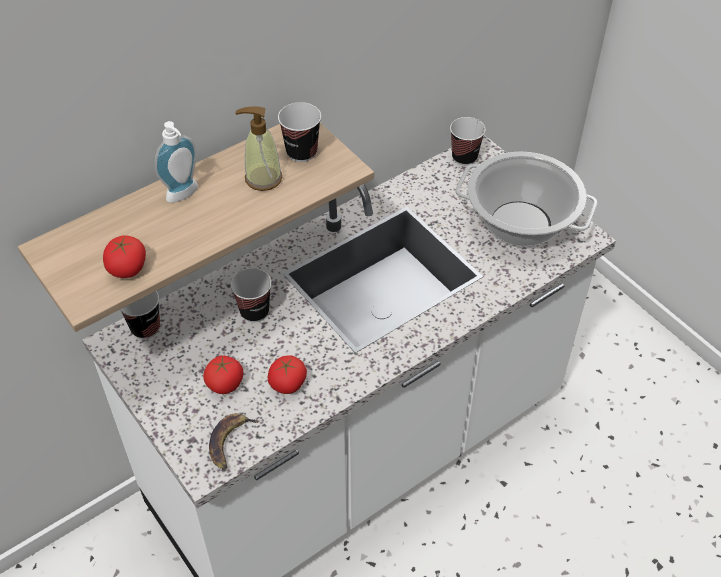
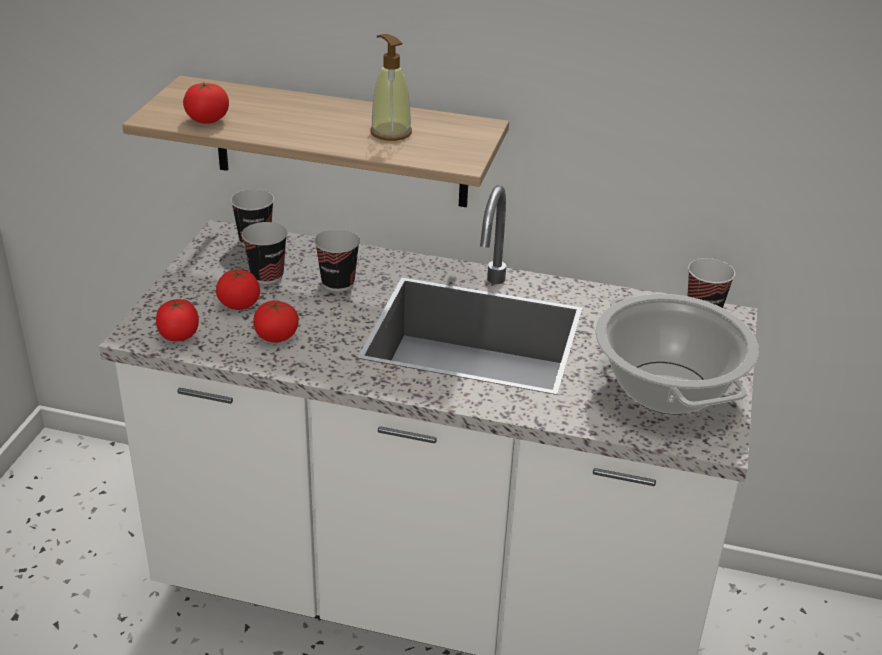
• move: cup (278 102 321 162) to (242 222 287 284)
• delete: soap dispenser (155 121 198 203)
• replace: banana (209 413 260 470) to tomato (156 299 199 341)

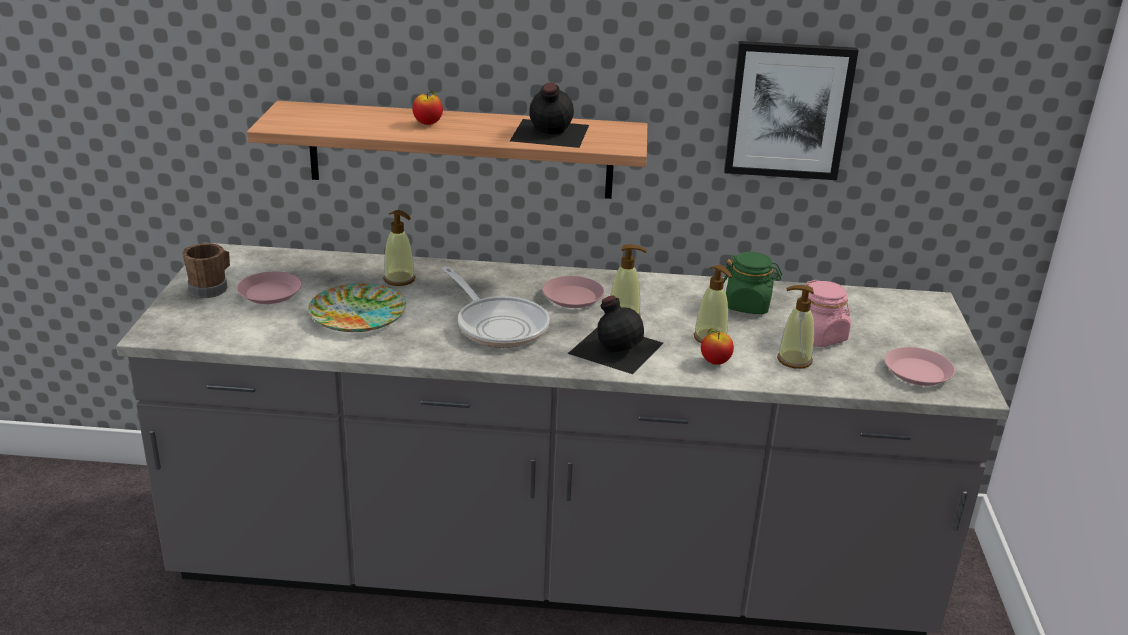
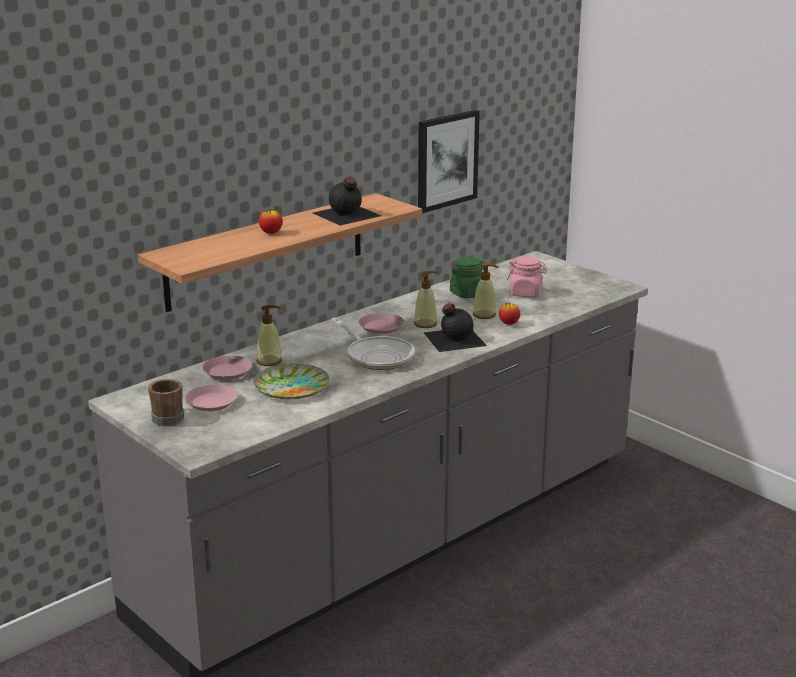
• rotate: frying pan (442 266 549 348) = (331 317 415 370) 45 degrees clockwise
• delete: soap dispenser (777 285 814 369)
• move: plate (pink) (885 347 955 386) to (202 355 252 380)

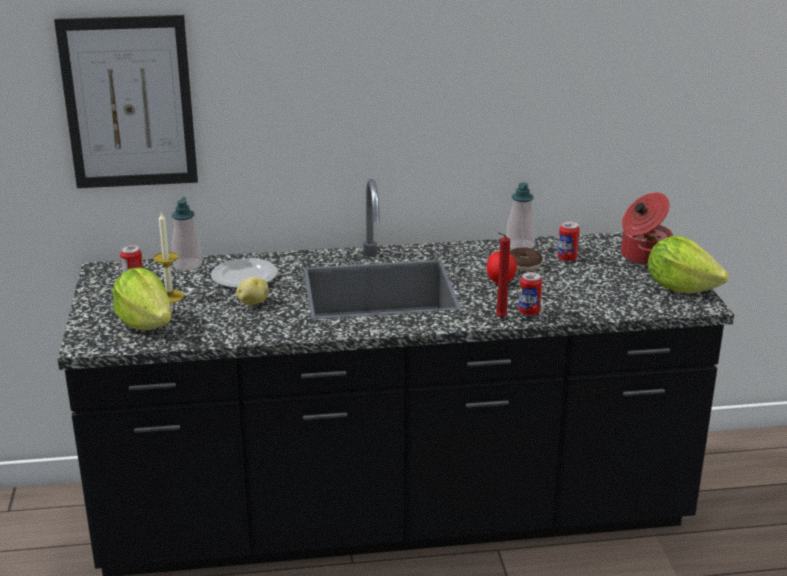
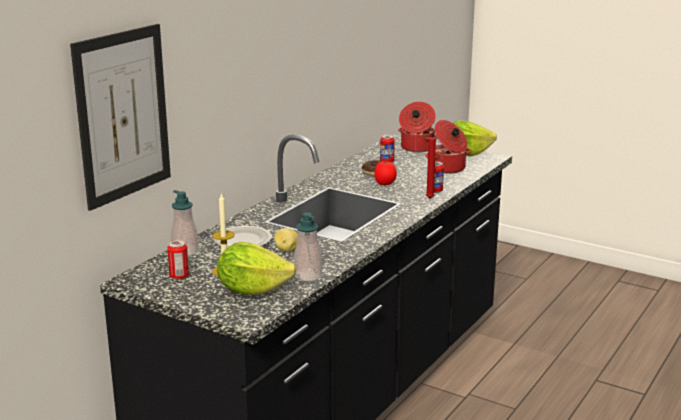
• move: soap dispenser (506 183 535 249) to (294 212 322 281)
• insert: cooking pot (425 120 471 174)

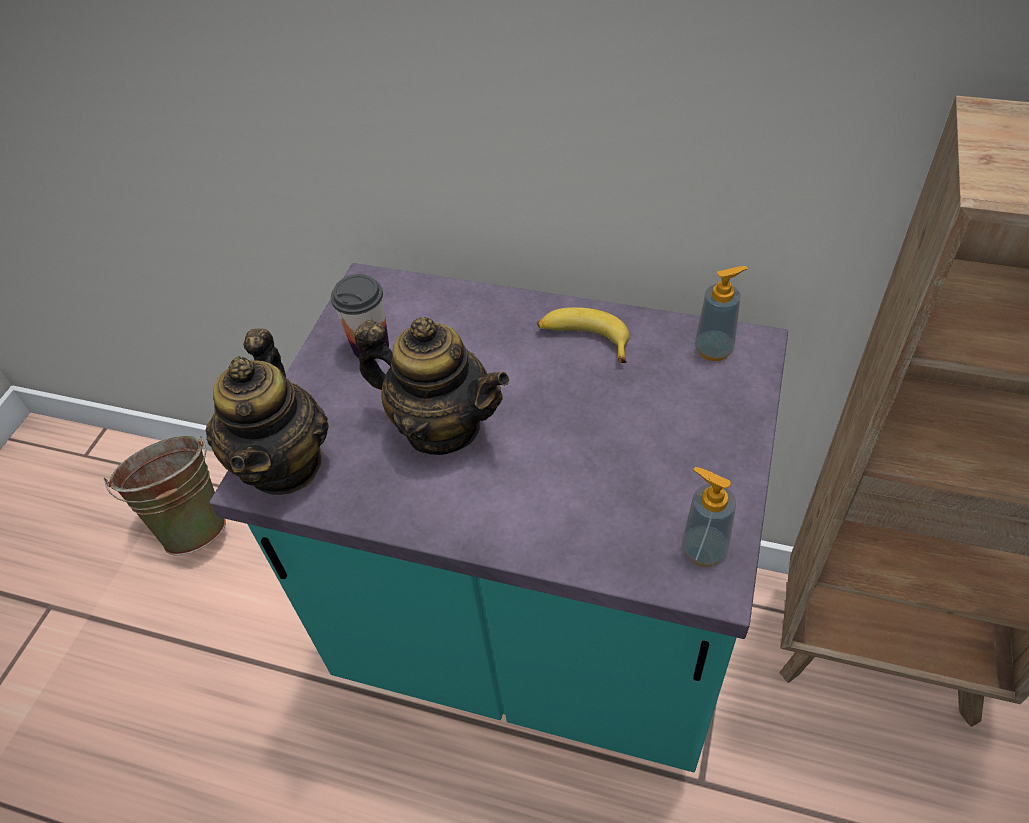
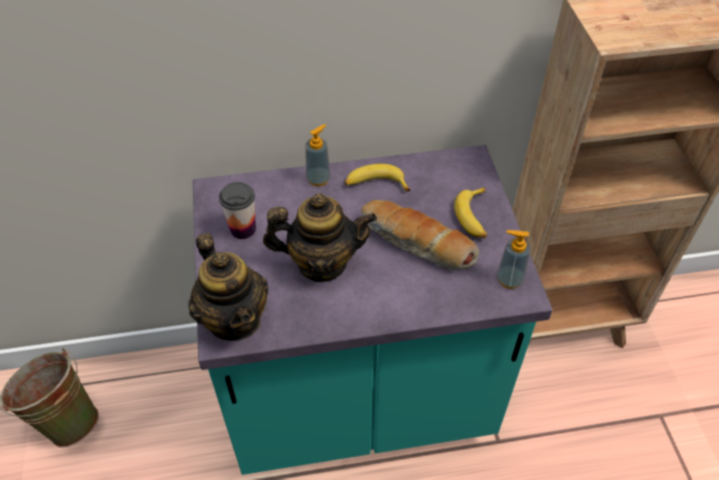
• move: soap dispenser (694 266 748 361) to (306 124 331 186)
• insert: banana (454 187 487 238)
• insert: bread (361 200 479 270)

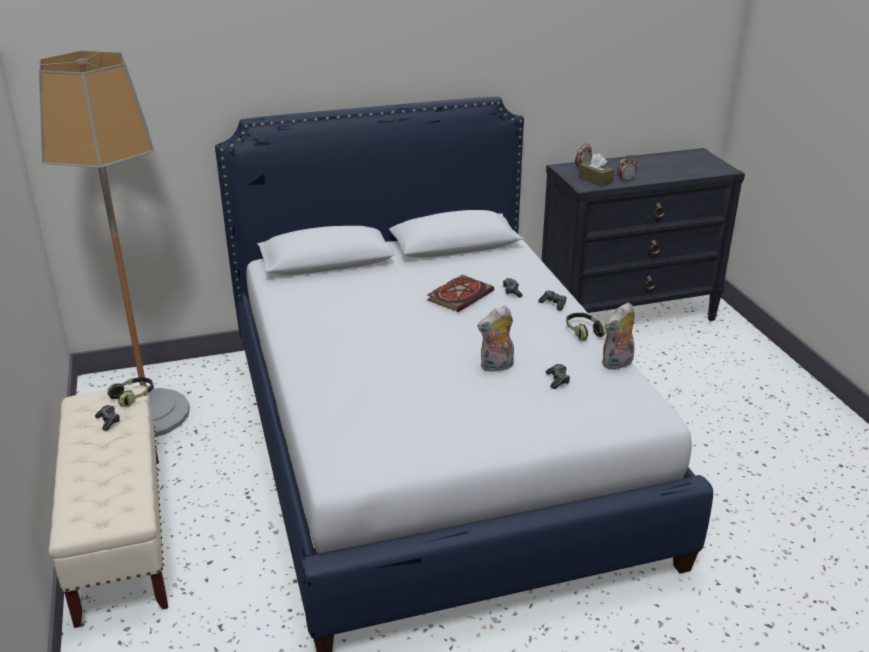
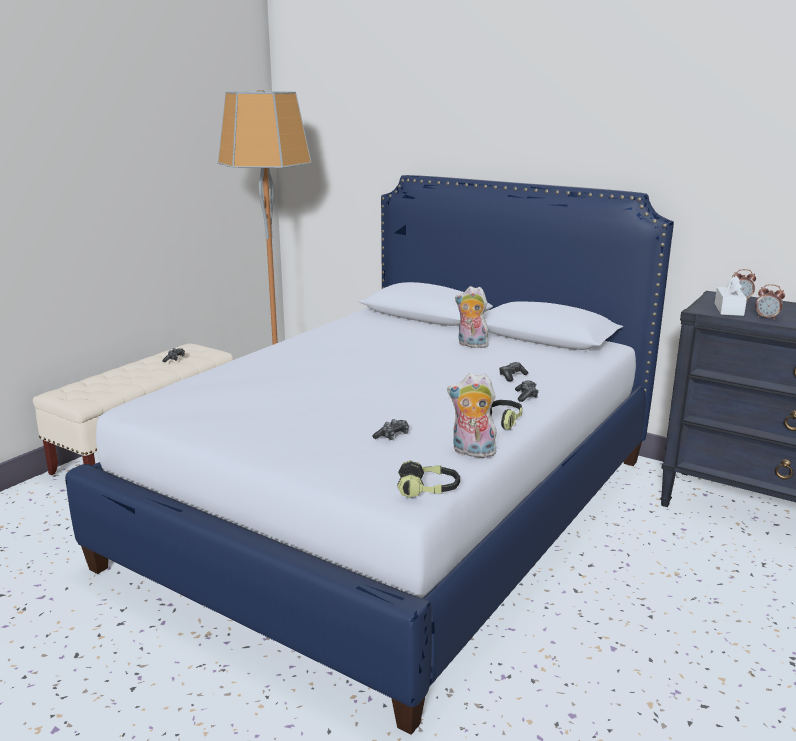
• recolor: tissue box (brown) (578 153 614 187) to tissue box (white) (714 276 747 316)
• delete: book (427 275 494 312)
• move: plush toy (477 306 514 372) to (455 286 489 348)
• move: headphones (107 377 154 407) to (397 460 460 498)

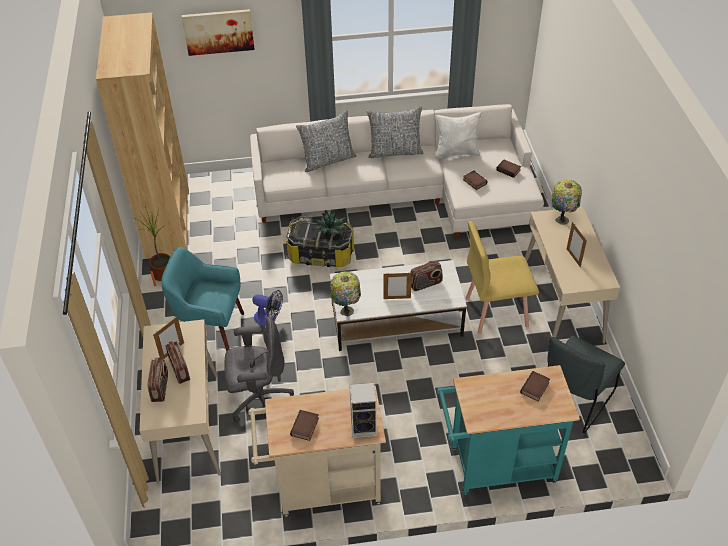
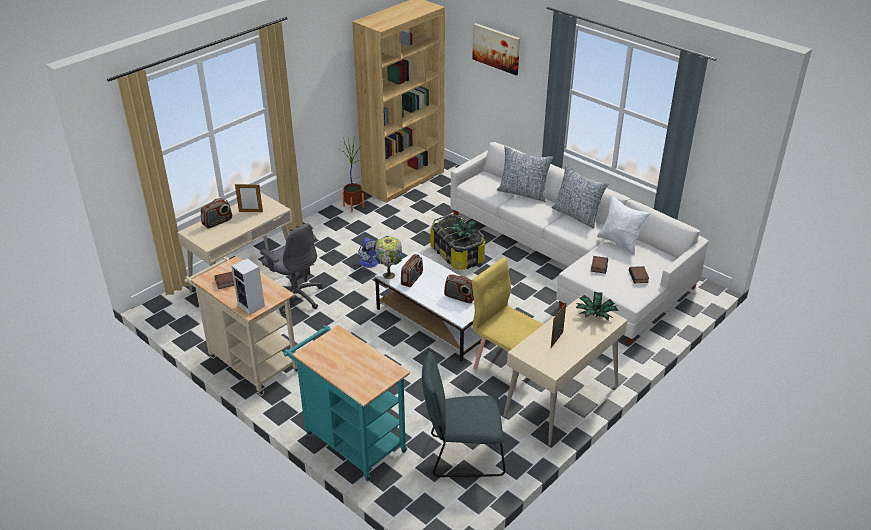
• replace: table lamp (551 179 582 225) to potted plant (576 292 619 320)
• delete: armchair (turquoise) (161 247 244 352)
• delete: picture frame (383 273 412 299)
• move: radio (165 341 190 384) to (401 254 423 287)
• delete: book (520 371 550 401)

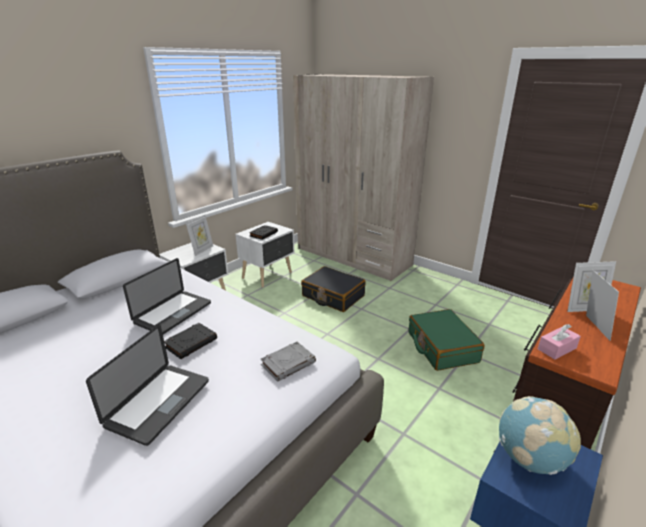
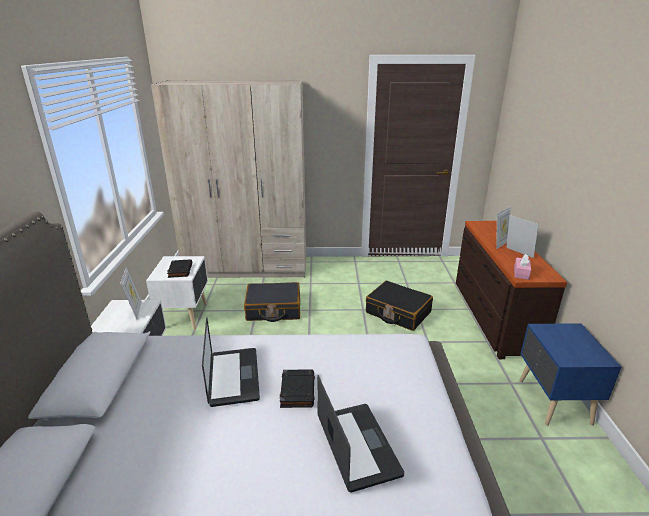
• recolor: suitcase (green) (409 309 484 371) to suitcase (black) (366 281 433 331)
• delete: book (grey) (260 342 316 382)
• delete: globe (499 396 581 475)

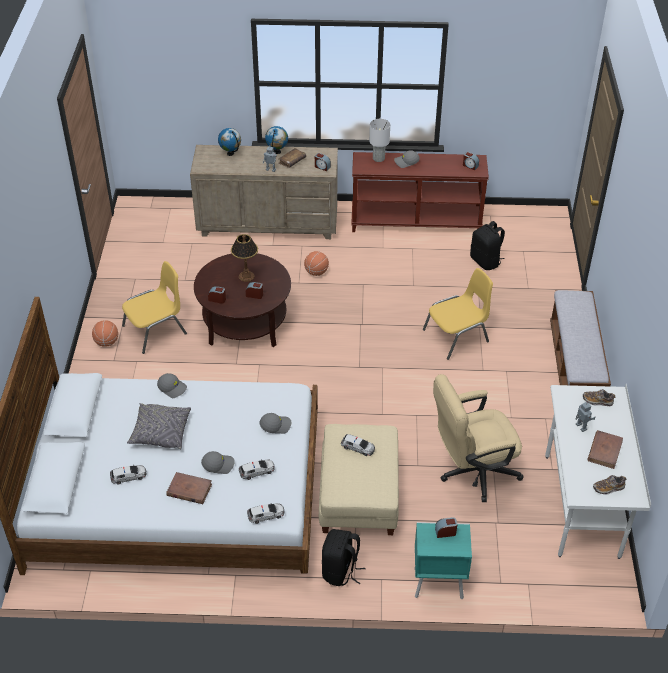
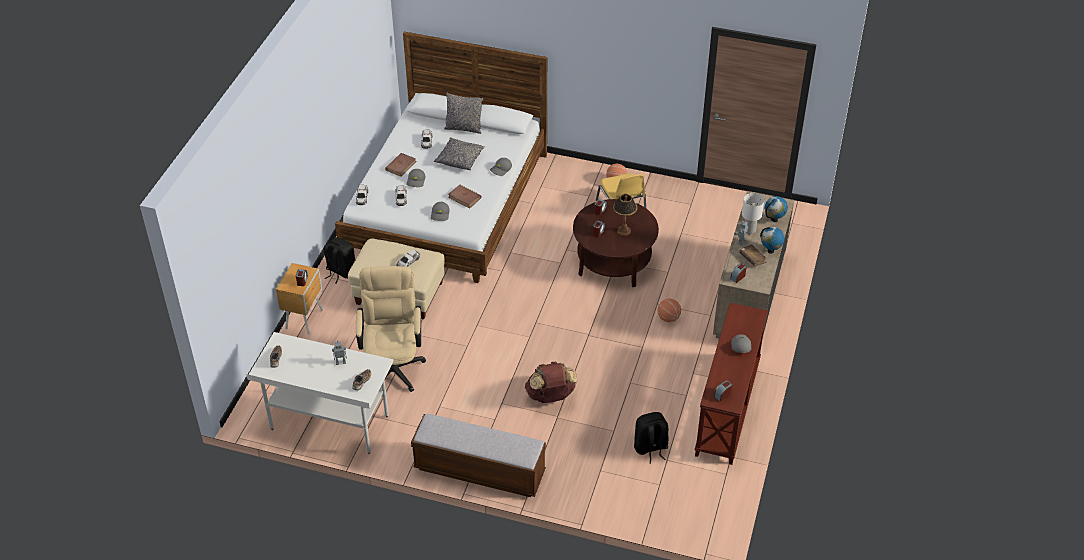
• move: table lamp (white) (369 119 390 162) to (742 193 764 234)
• replace: chair (yellow) (423 268 493 360) to backpack (brown) (525 362 577 403)
• move: book (brown) (588 430 623 469) to (448 185 482 209)
• recolor: nightstand (turquoise) (414 522 472 599) to nightstand (brown) (276 263 323 334)
• insert: pillow (grey) (444 93 483 134)

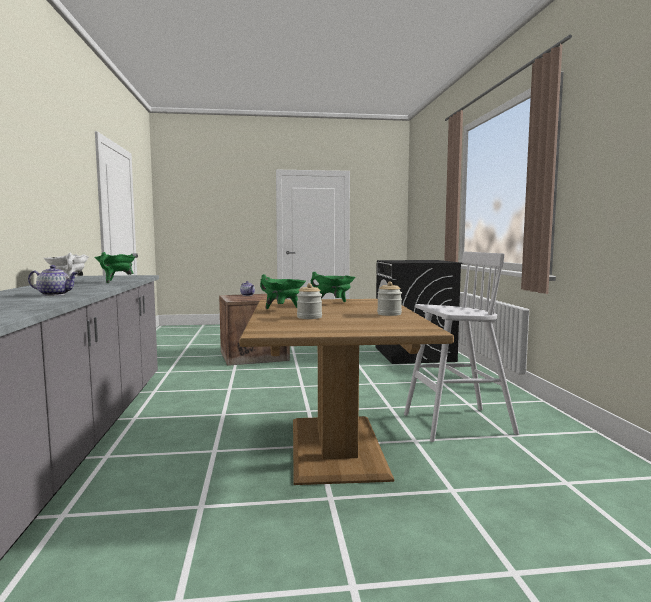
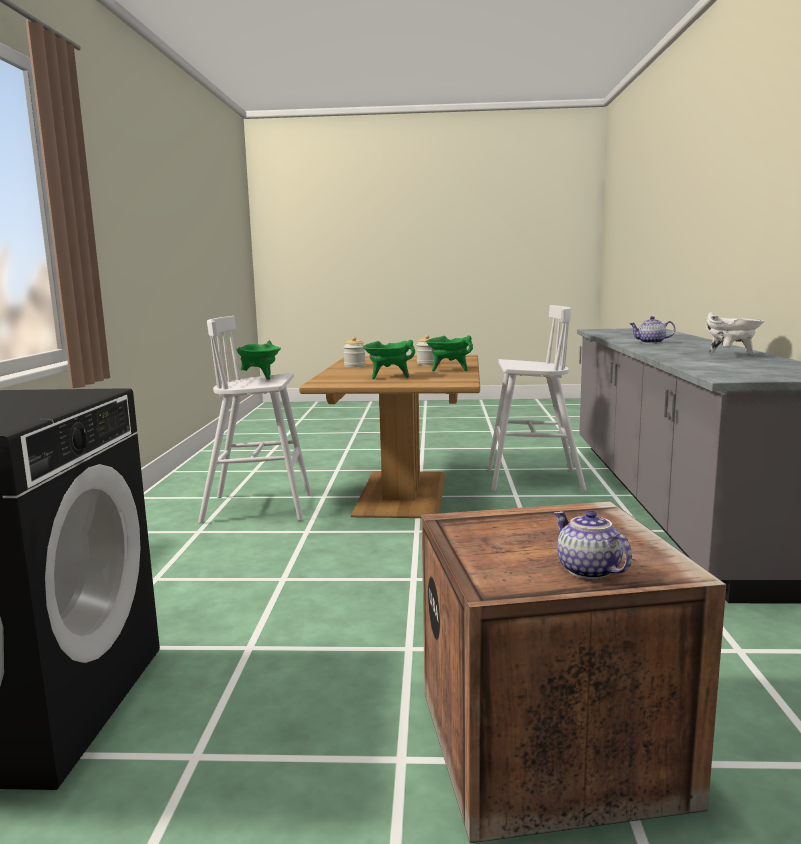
• move: cooking pot (green) (94 252 136 283) to (236 341 281 380)
• insert: stool (white) (487 305 586 491)

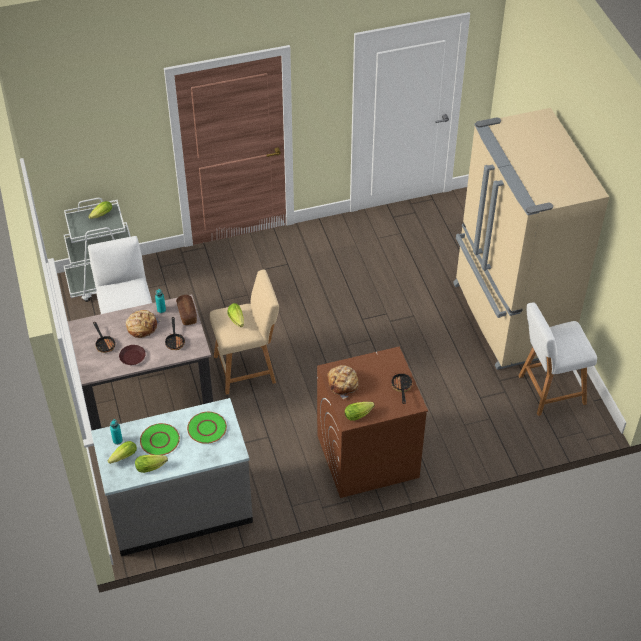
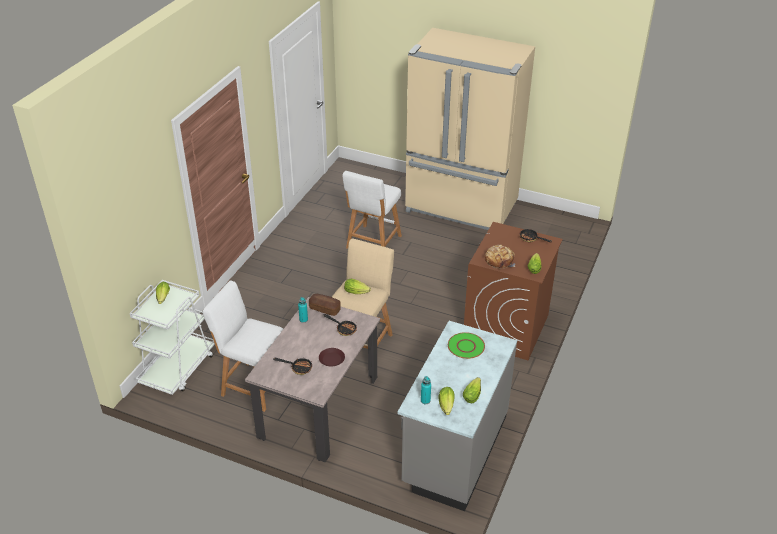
• move: stool (white) (519 302 597 416) to (342 171 402 249)
• delete: bread (126 310 161 338)
• delete: plate (green) (140 423 180 455)

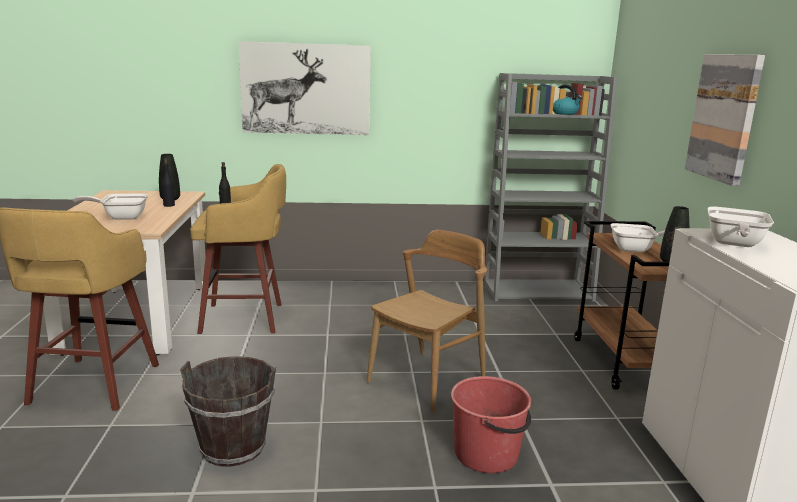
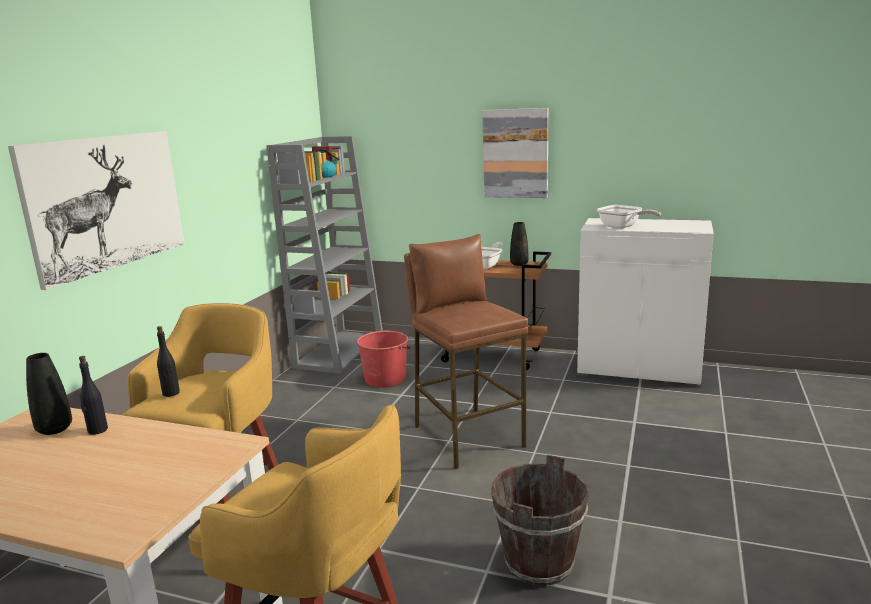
• delete: frying pan (72 194 148 220)
• replace: chair (brown) (367 230 487 413) to stool (brown) (404 234 528 469)
• move: bucket (red) (451 376 531 473) to (357 331 411 388)

